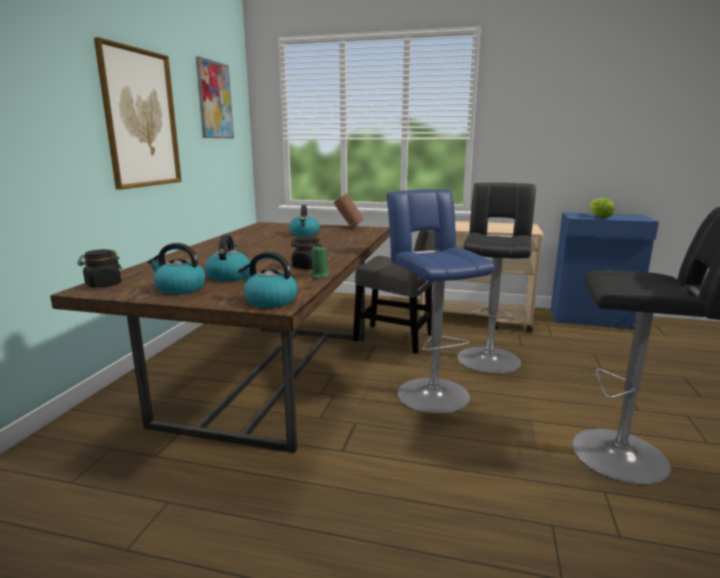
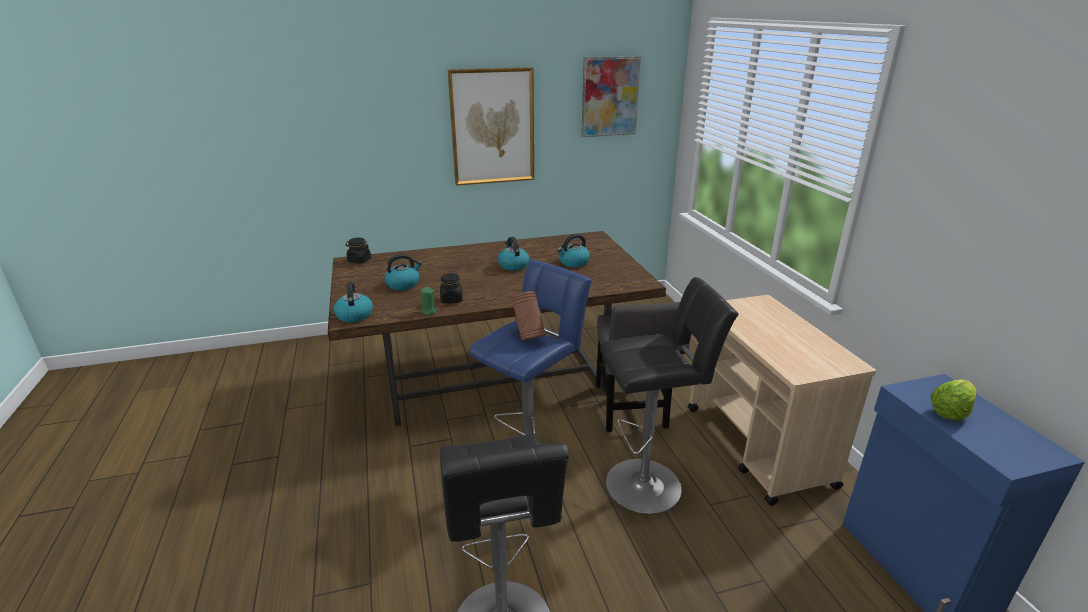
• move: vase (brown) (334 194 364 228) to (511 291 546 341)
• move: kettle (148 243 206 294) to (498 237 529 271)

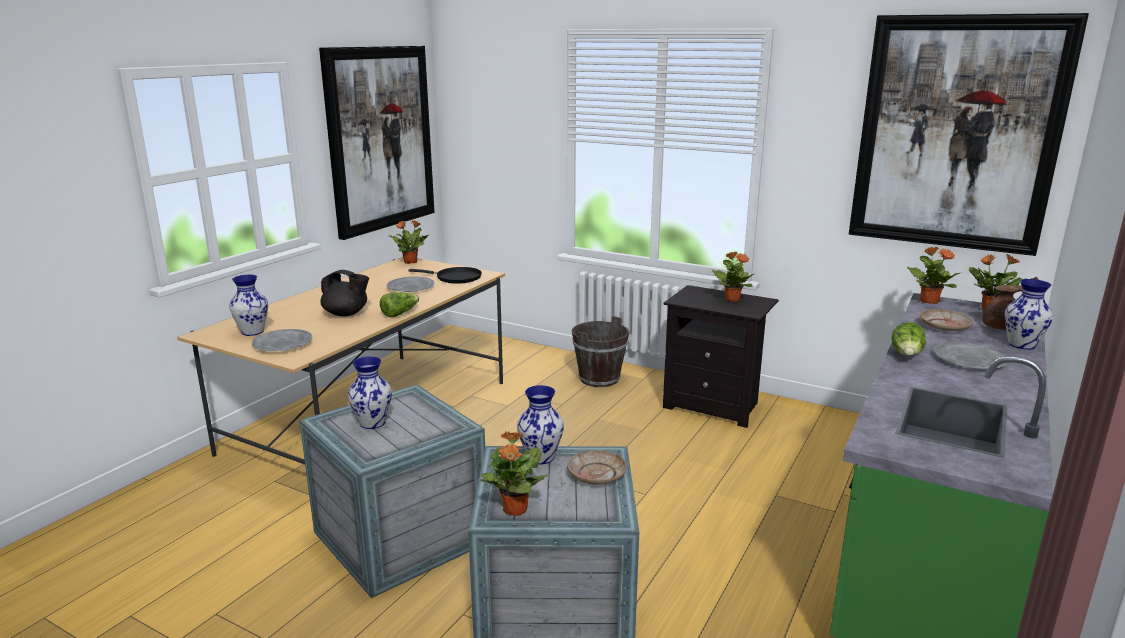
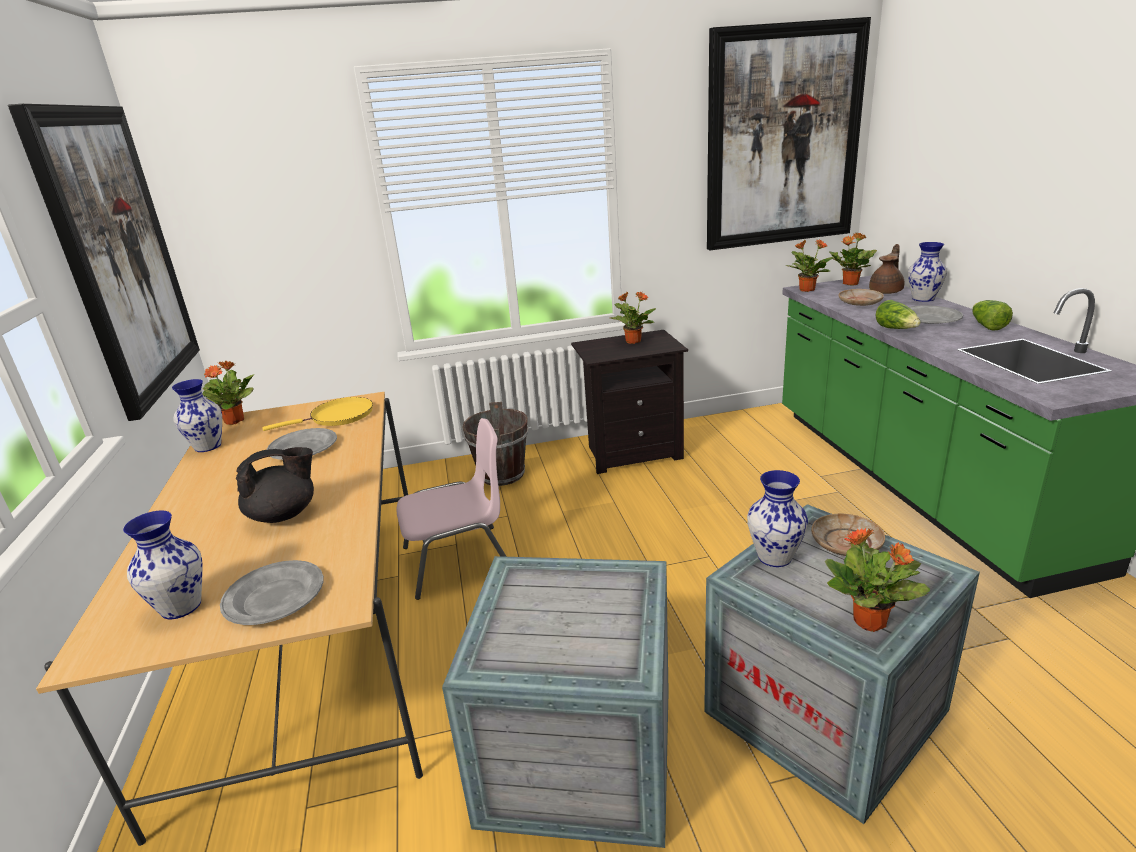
• recolor: frying pan (black) (409 267 482 284) to frying pan (yellow) (262 397 373 431)
• move: lettuce (380 292 419 317) to (972 300 1013 331)
• move: vase (348 356 392 429) to (172 379 222 452)
• insert: chair (pink) (396 418 507 600)

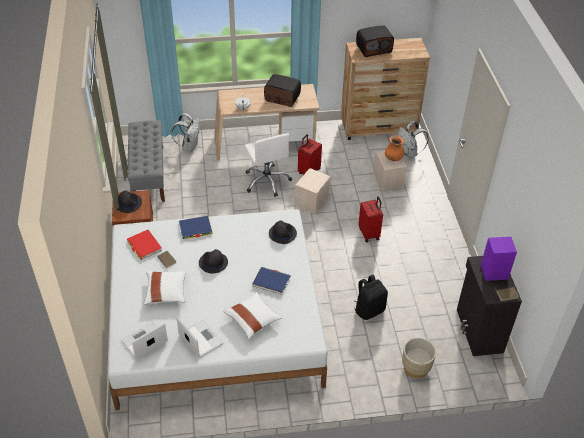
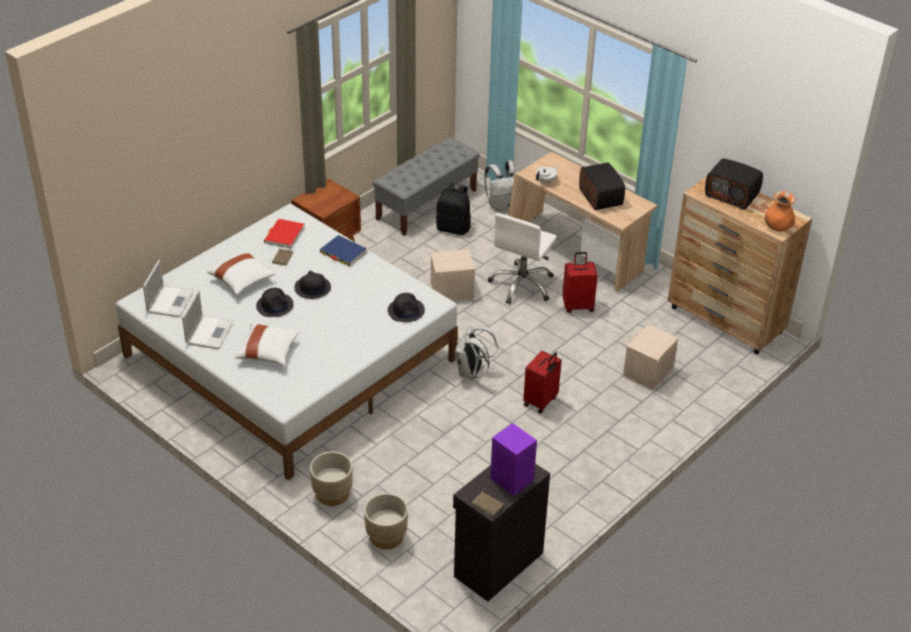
• move: backpack (white) (397 121 429 159) to (455 326 498 379)
• move: vase (orange) (385 135 404 161) to (765 191 795 231)
• move: storage box (beige) (295 168 331 214) to (430 249 475 301)
• move: hat (black) (117 191 142 213) to (256 288 294 317)
• delete: book (blue) (252 267 291 295)
• move: backpack (black) (354 275 388 320) to (436 183 471 235)
• rotate: laptop (121 322 168 360) = (143 260 194 317) 90 degrees clockwise
• insert: planter (beige) (310 452 353 506)

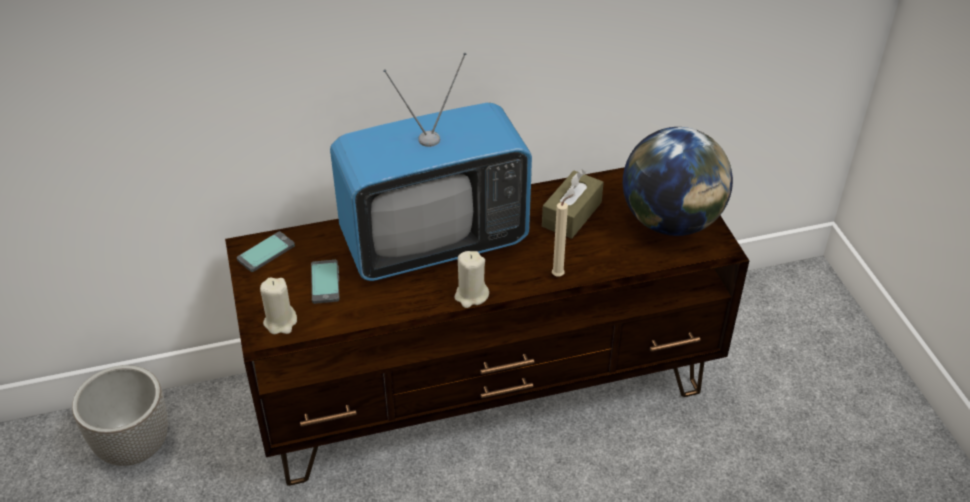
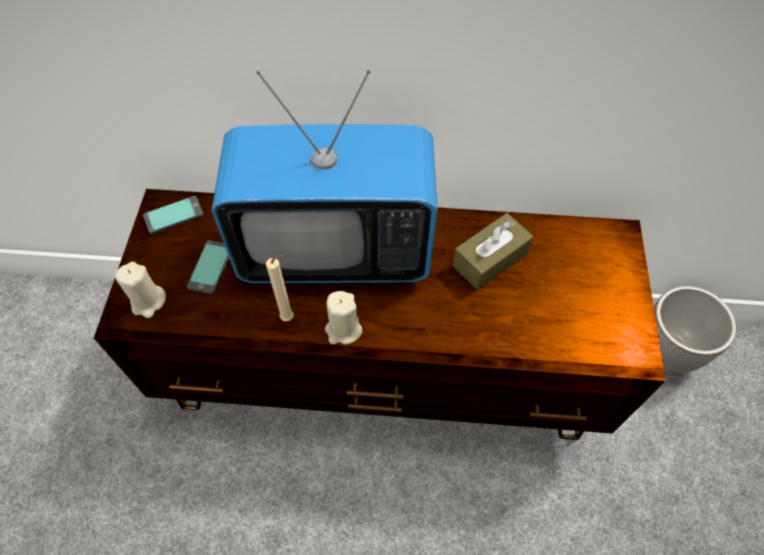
• delete: globe (623 127 733 236)
• move: candle (beige) (552 194 574 276) to (266 255 294 322)
• move: planter (72 365 168 466) to (654 286 736 373)

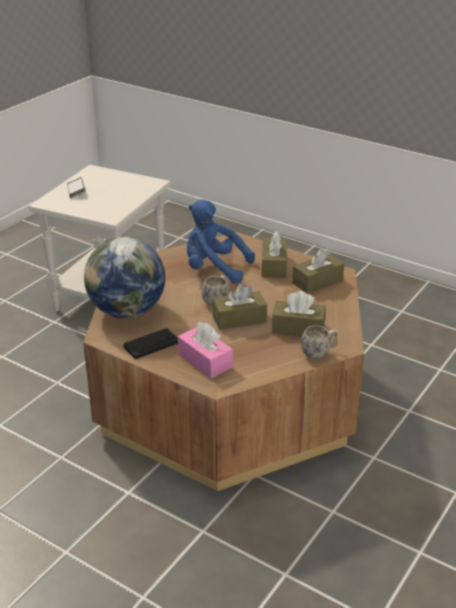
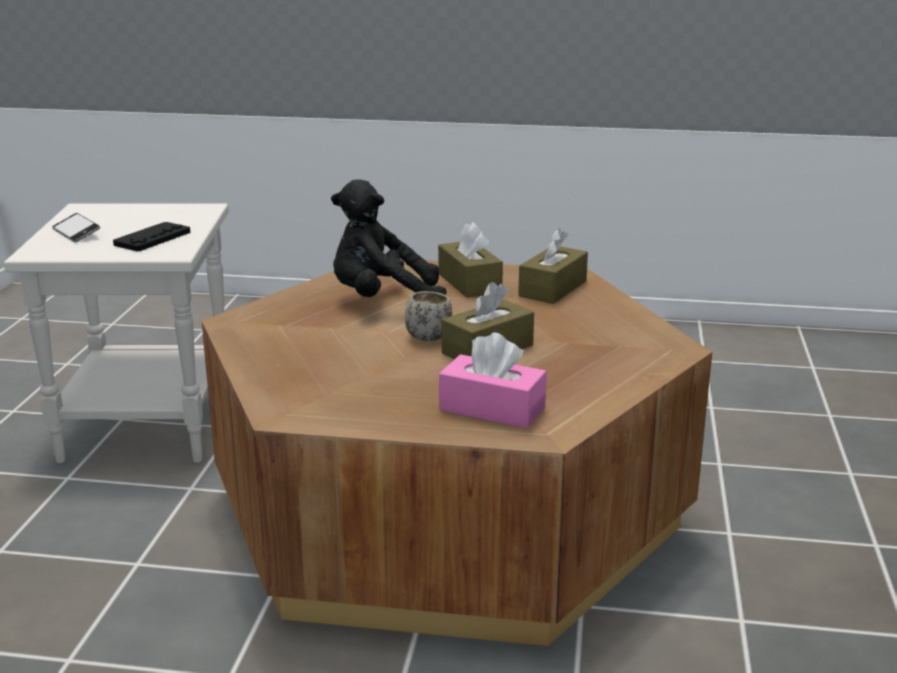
• recolor: plush toy (blue) (187 199 255 283) to plush toy (black) (331 179 447 297)
• delete: globe (84 237 165 318)
• delete: tissue box (brown) (272 291 326 336)
• delete: mug (white) (301 325 338 359)
• move: game controller (black) (123 328 178 359) to (113 222 190 251)

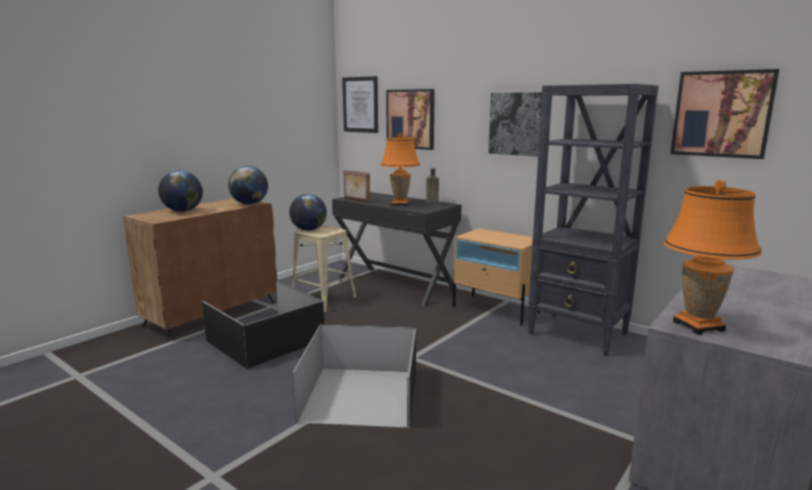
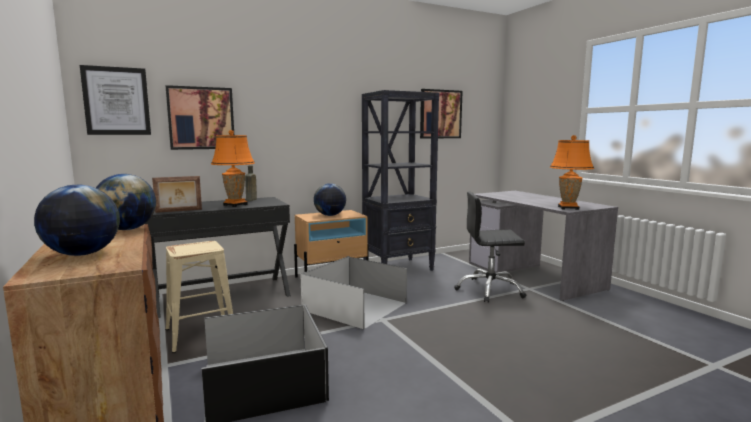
• delete: picture (486 90 542 159)
• move: globe (289 194 327 231) to (314 183 346 216)
• delete: storage box (black) (293 324 416 428)
• insert: office chair (black) (454 191 527 303)
• insert: storage box (white) (300 256 407 329)

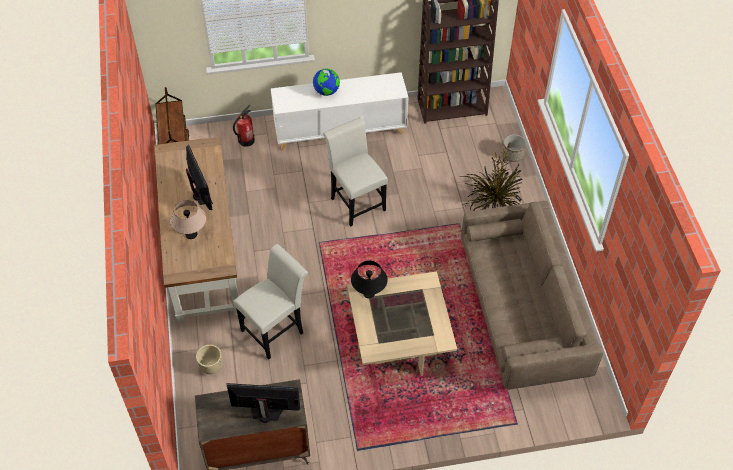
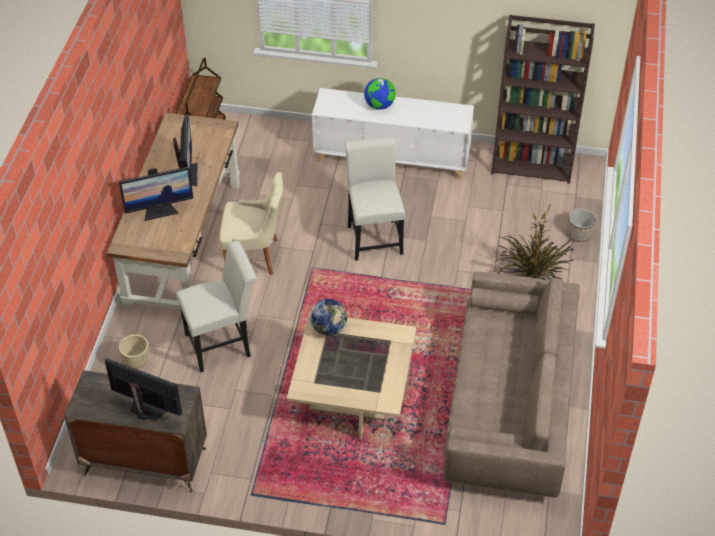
• delete: fire extinguisher (233 105 255 147)
• replace: table lamp (beige) (170 200 207 239) to monitor (119 167 193 221)
• replace: table lamp (black) (351 261 388 298) to globe (310 299 347 336)
• insert: chair (beige) (220 172 283 275)

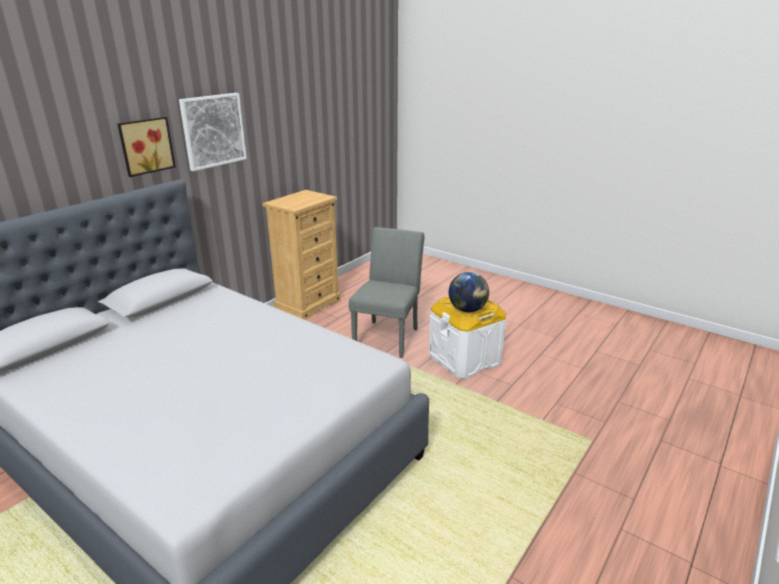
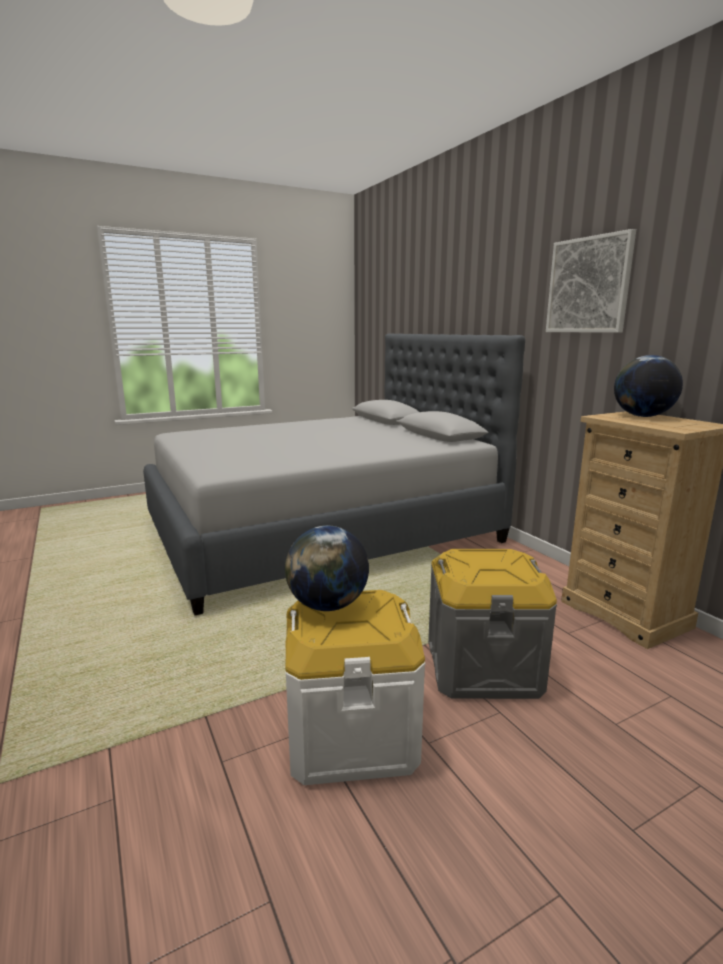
• delete: picture (117 117 176 177)
• replace: chair (grey) (349 227 424 358) to storage box (grey) (428 549 557 699)
• insert: globe (614 355 683 417)

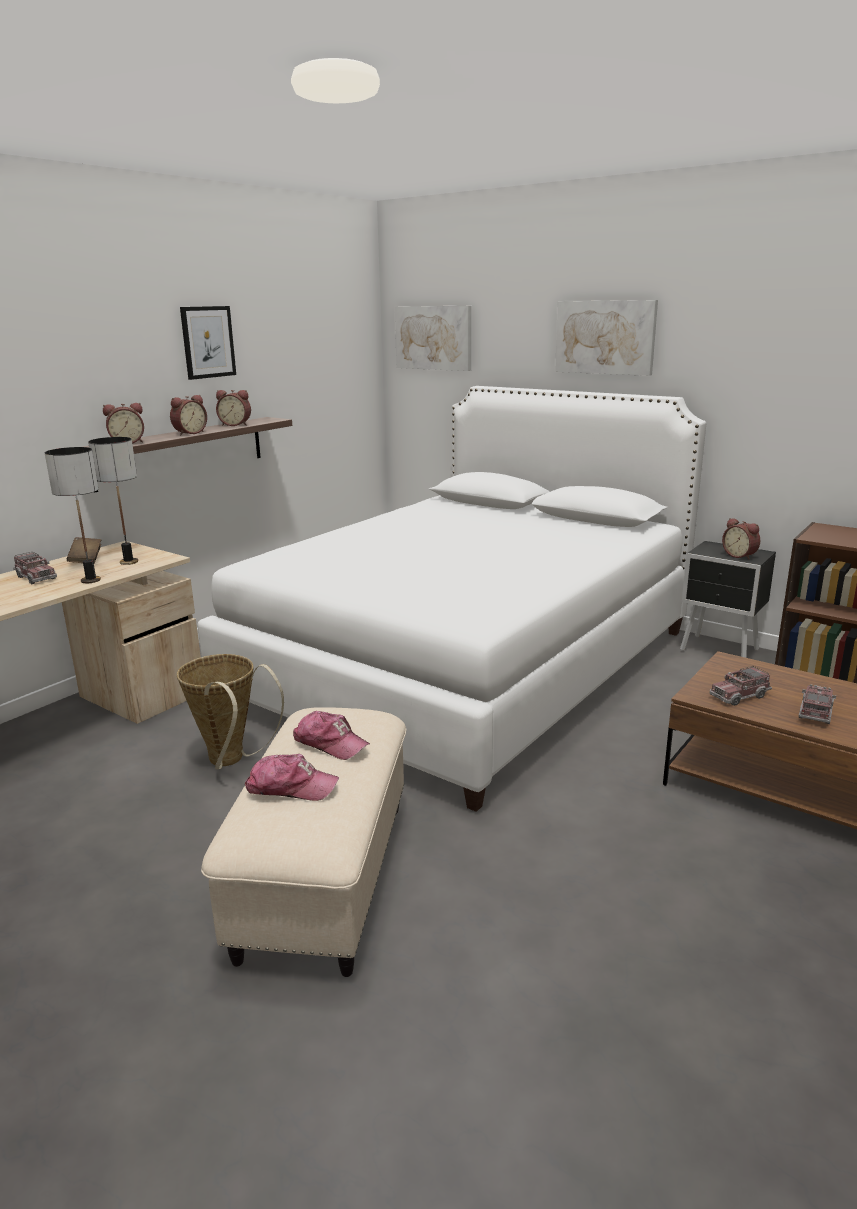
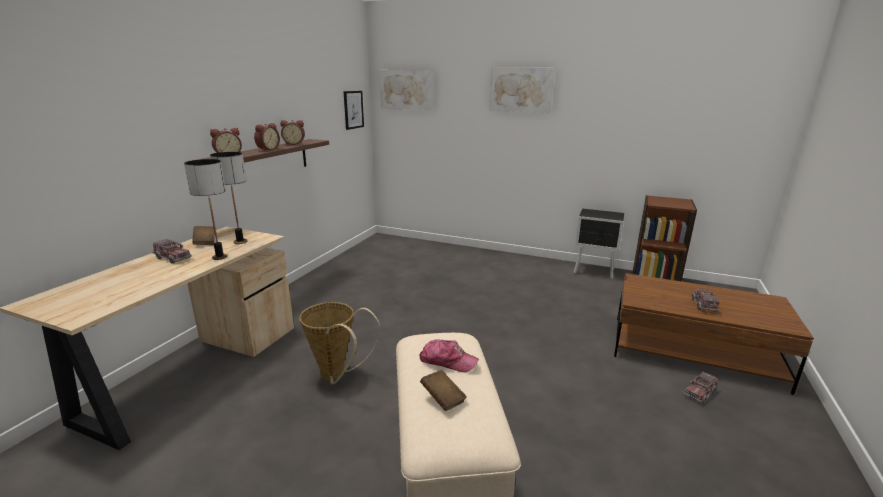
• move: picture (180 306 236 380) to (344 91 364 130)
• delete: bed (white) (197 386 706 812)
• delete: alarm clock (722 518 760 560)
• move: toy truck (710 666 772 706) to (684 371 718 403)
• replace: cap (245 754 339 801) to book (brown) (420 370 467 411)

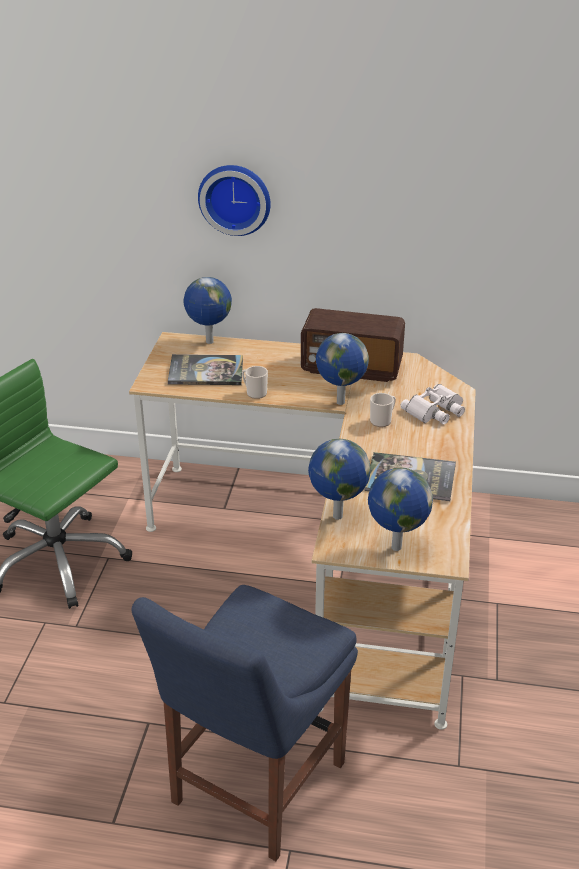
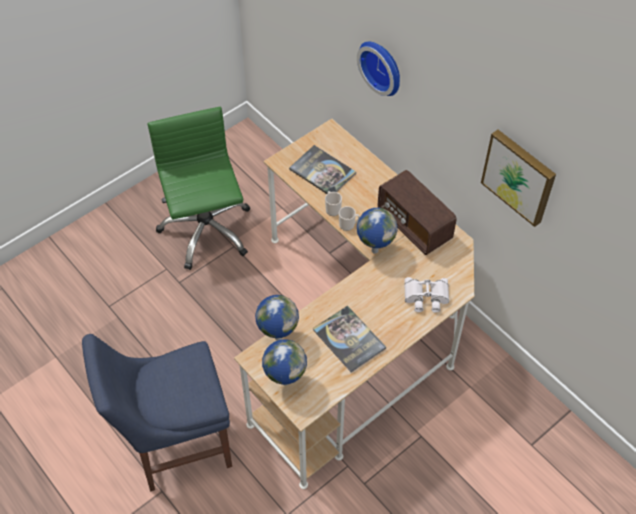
• delete: globe (184 277 232 344)
• move: mug (370 393 396 427) to (339 206 360 231)
• insert: picture (481 130 556 227)

